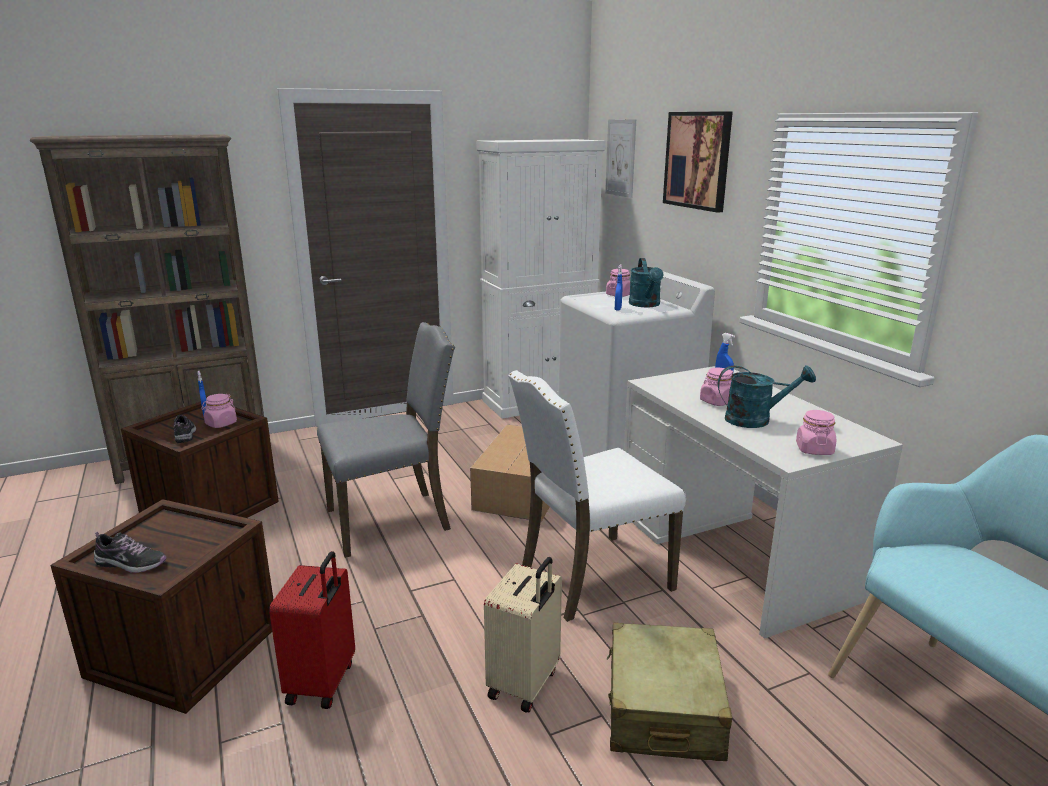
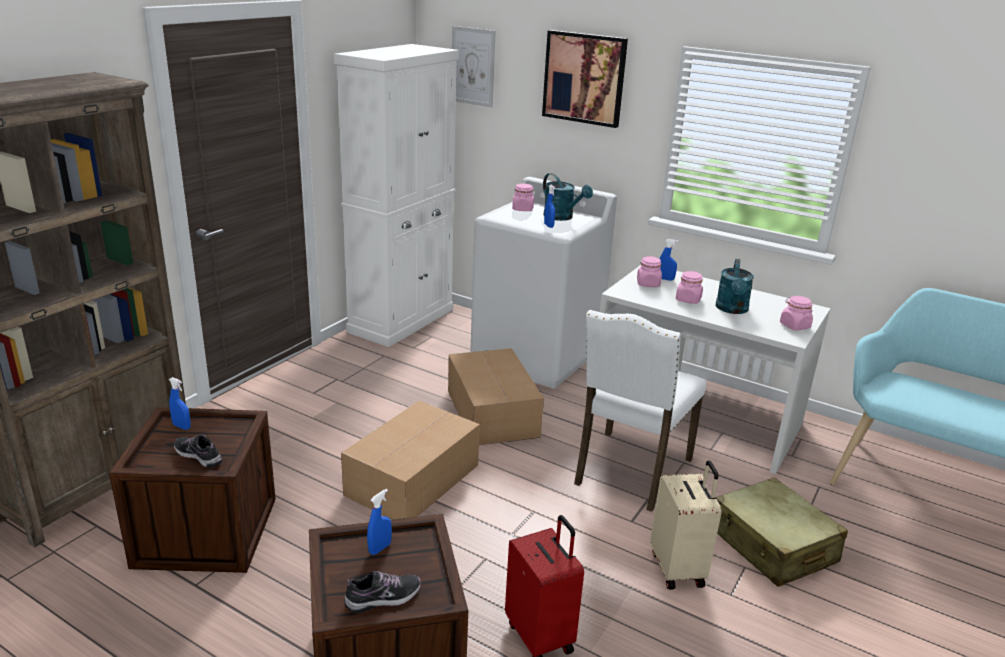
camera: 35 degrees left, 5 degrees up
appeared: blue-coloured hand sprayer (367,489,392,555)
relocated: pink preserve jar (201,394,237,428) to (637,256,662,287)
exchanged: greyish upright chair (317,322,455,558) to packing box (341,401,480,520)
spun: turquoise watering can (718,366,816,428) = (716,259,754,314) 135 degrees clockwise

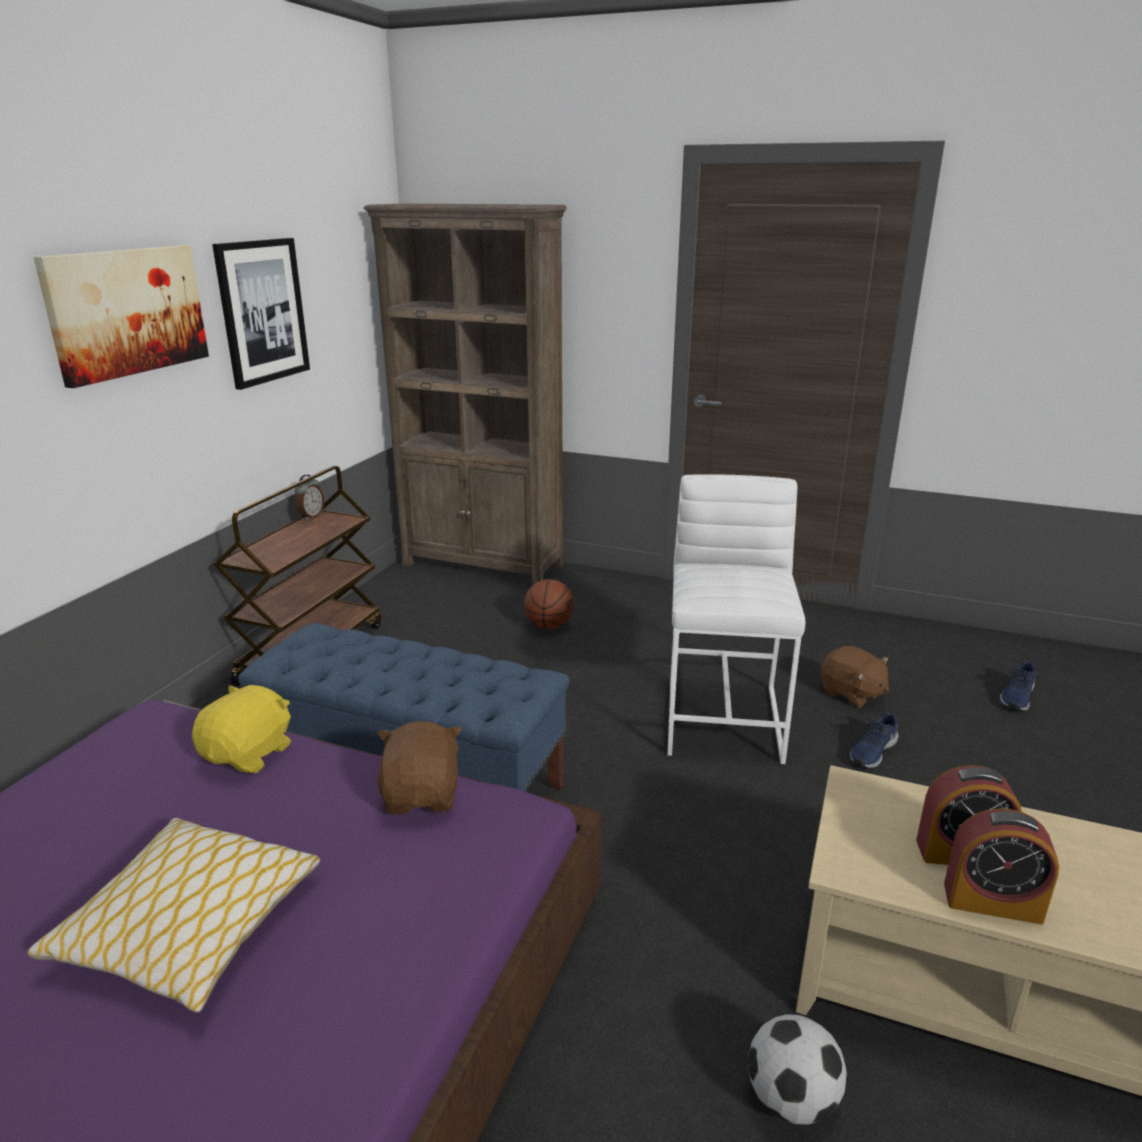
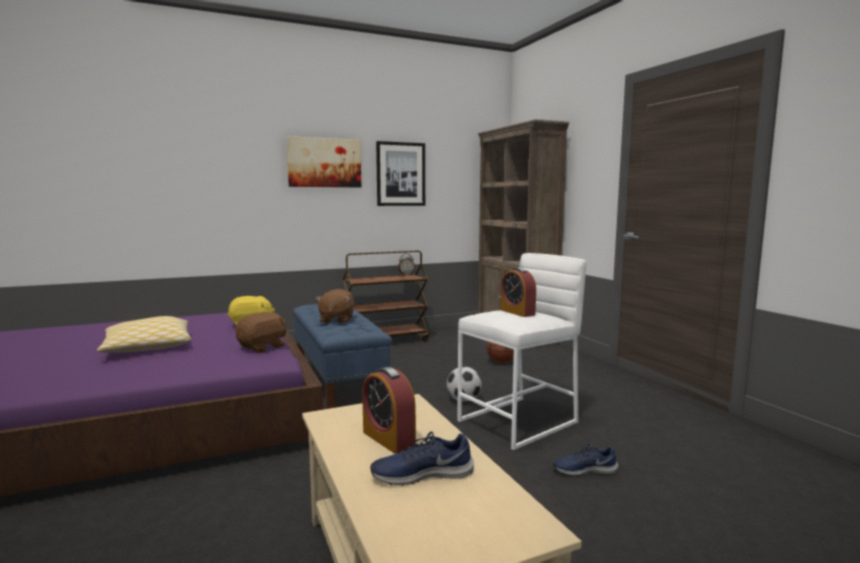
camera: 45 degrees right, 15 degrees down
relocated: football (748,1014,847,1125) to (447,367,482,402); brown-coloured soft toy (820,646,889,708) to (316,289,354,324); table clock (944,809,1059,925) to (501,268,536,317); blue-coloured item of footwear (1000,661,1036,711) to (370,432,474,486)

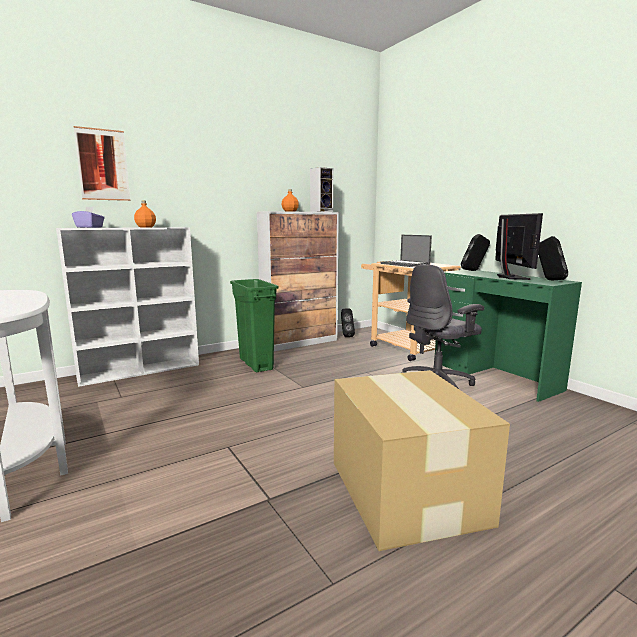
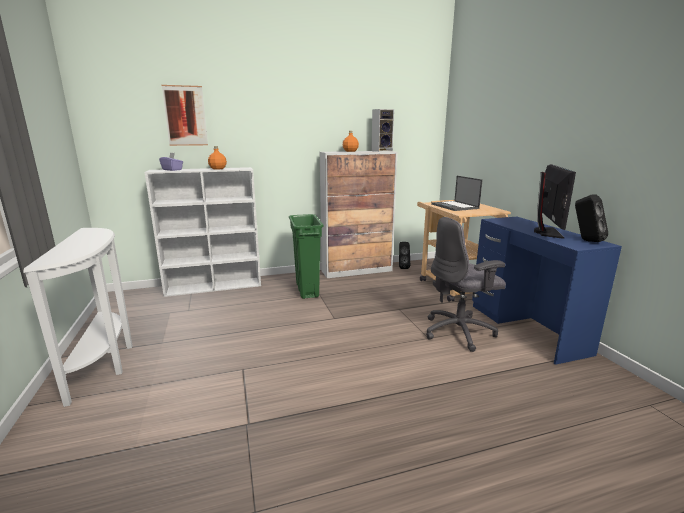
camera: 15 degrees right, 5 degrees up
missing: packing box (334,370,510,551); blackish audio speaker (461,234,490,271)
colour: greenish desk (435,270,582,402) to blue-coloured desk (472,217,622,365)

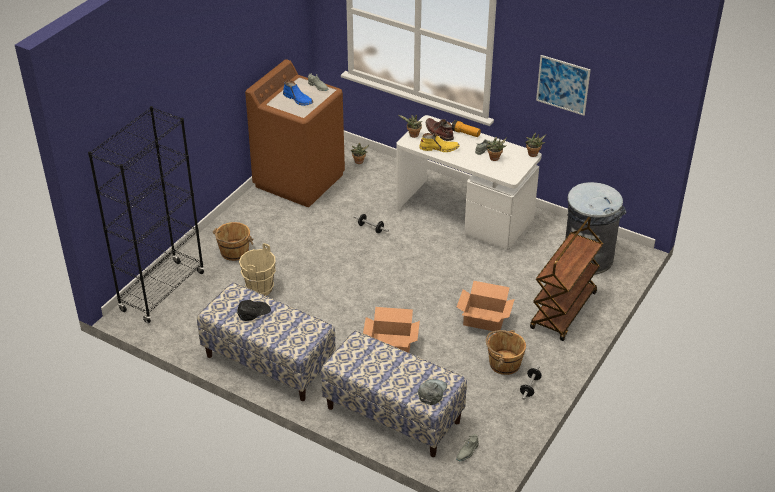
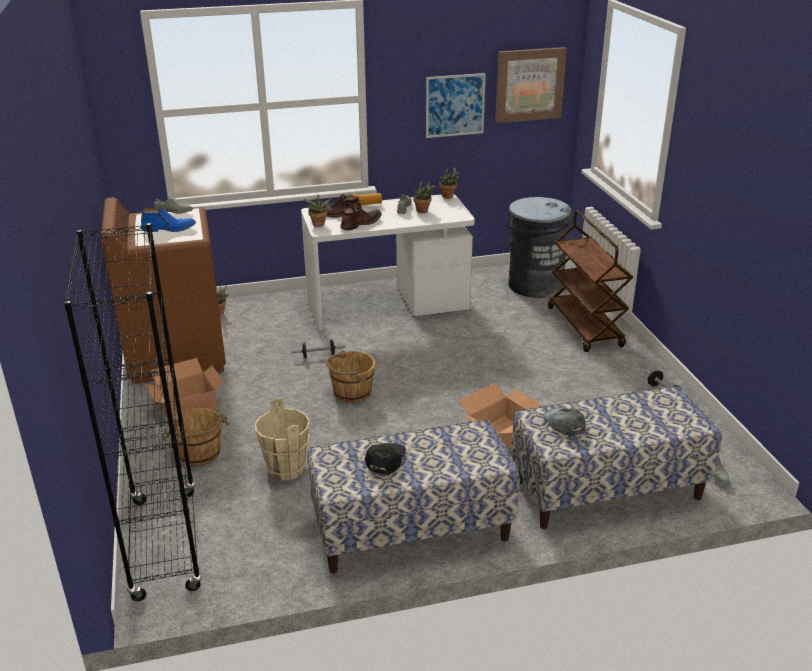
camera: 45 degrees left, 10 degrees down
appeared: picture (495,47,567,123)
relocated: greyish peaked cap (418,379,447,405) to (543,407,586,436); packing box (457,281,515,331) to (145,358,224,419); brown-coloured pail (486,330,526,375) to (325,351,375,402)
colour: yellowish high-top boot (419,133,459,152) to brown-coloured high-top boot (340,205,382,230)

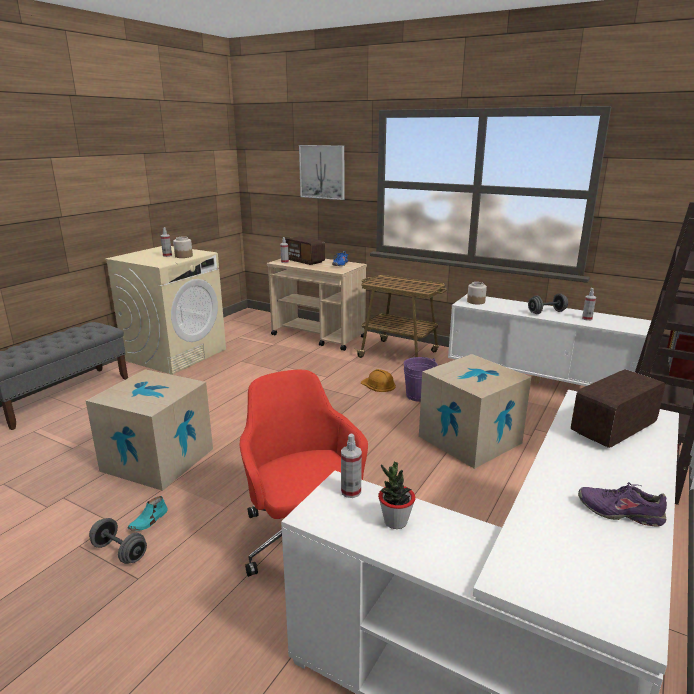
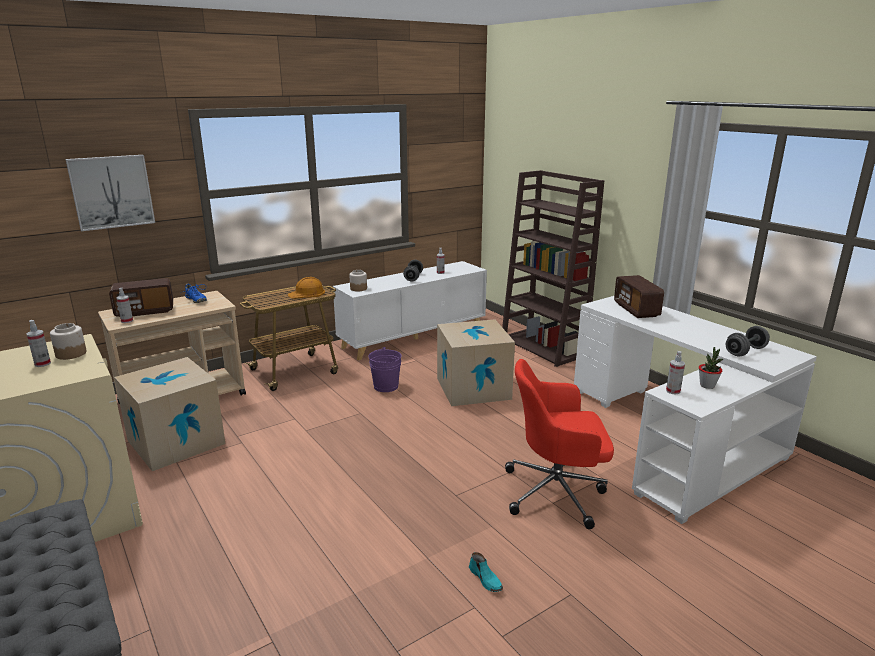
camera: 65 degrees left, 0 degrees up
missing: purple item of footwear (578,482,667,527)
relocated: packing box (86,369,213,491) to (114,357,225,471); greyish hand weight (89,518,147,564) to (726,326,770,357); orange-coloured safety helmet (361,369,396,392) to (288,277,325,299)

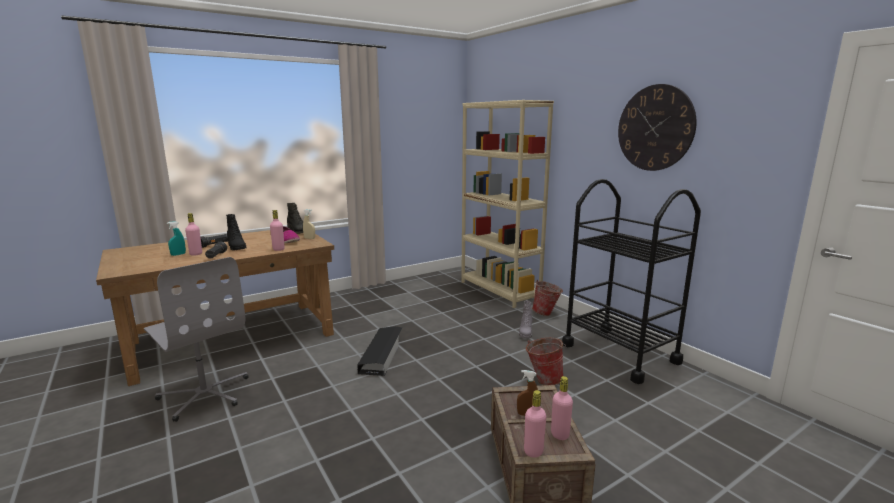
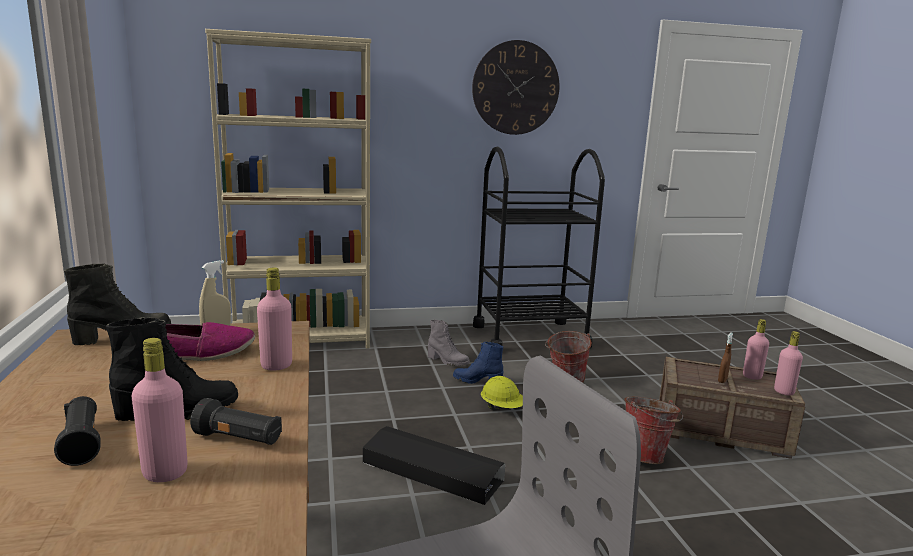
camera: 70 degrees left, 0 degrees up
missing: turquoise hand sprayer (167,221,186,256)
appeared: blue-coloured high-top boot (453,342,504,384); yellowish safety helmet (481,376,523,410)
relocated: pail (532,280,563,316) to (624,397,683,464)

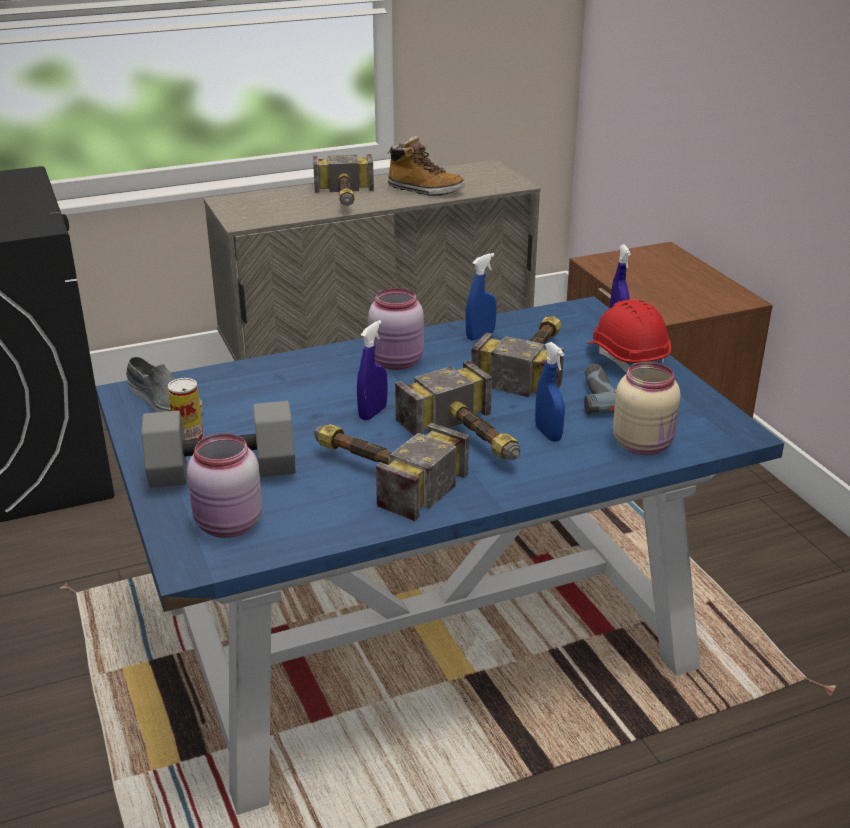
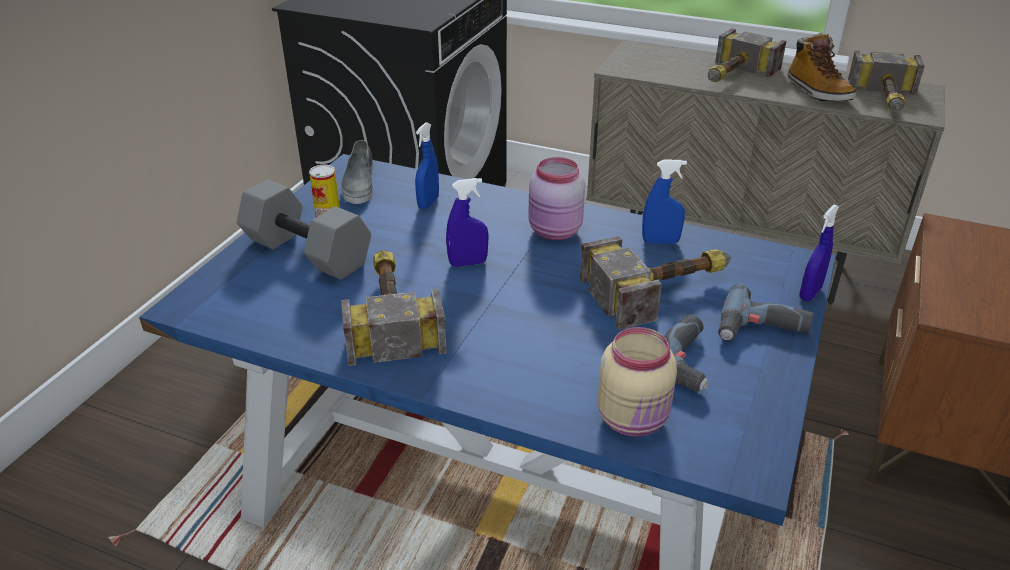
camera: 45 degrees right, 5 degrees up
missing: pink preserve jar (187,433,262,538)
relocated: hammer (395,361,520,460) to (848,50,925,112); blue-coloured hand sprayer (535,342,565,442) to (415,122,439,209)
exchanged: reddish safety helmet (587,299,671,372) to drill (718,284,814,340)

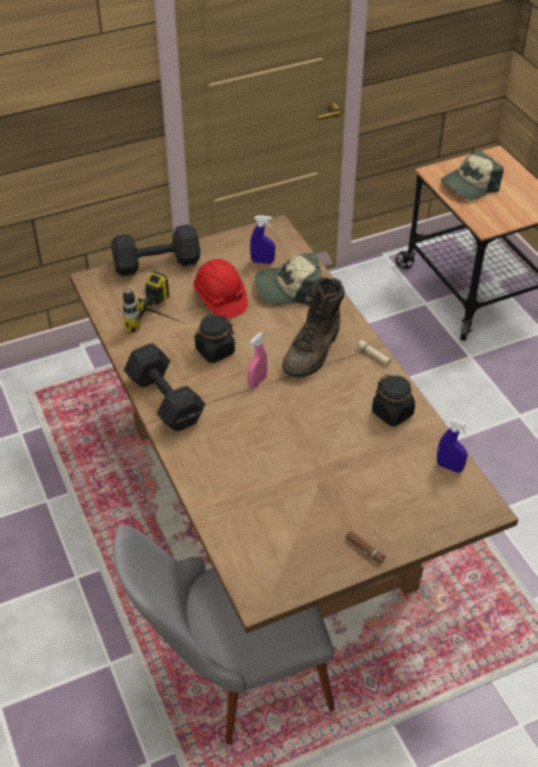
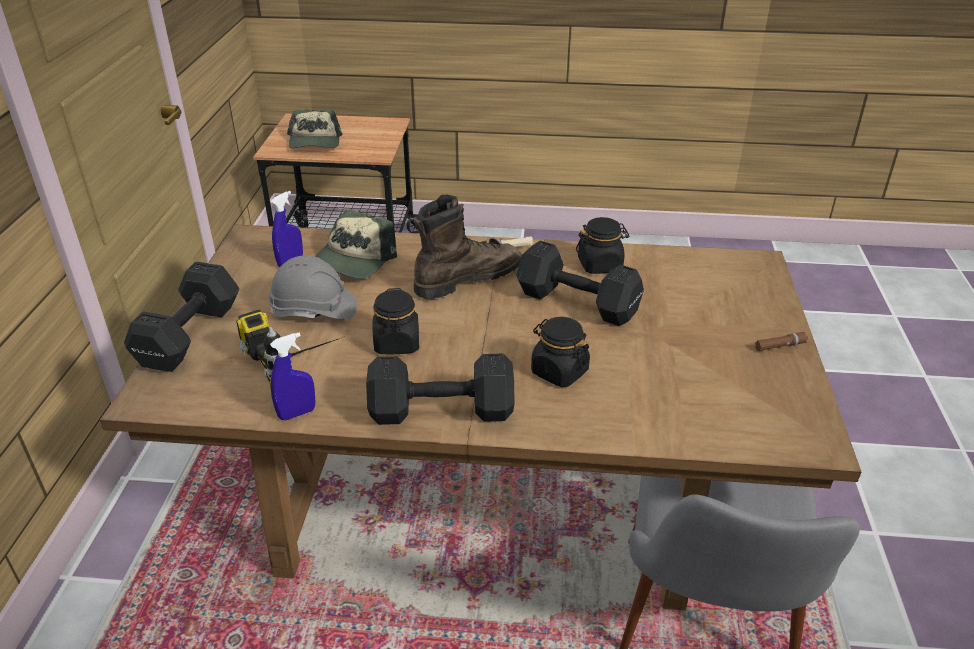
camera: 60 degrees left, 10 degrees down
missing: pink hand sprayer (247,332,267,388)
appeared: blackish hand weight (516,240,644,326); blackish preserve jar (531,317,590,387)
relocated: blue-coloured hand sprayer (437,419,470,473) to (270,332,316,420)
colour: reddish safety helmet (193,259,248,319) to greyish safety helmet (268,255,357,320)
spun: brown-coloured high-top boot (282,277,345,378) = (414,195,522,299) 90 degrees counterclockwise

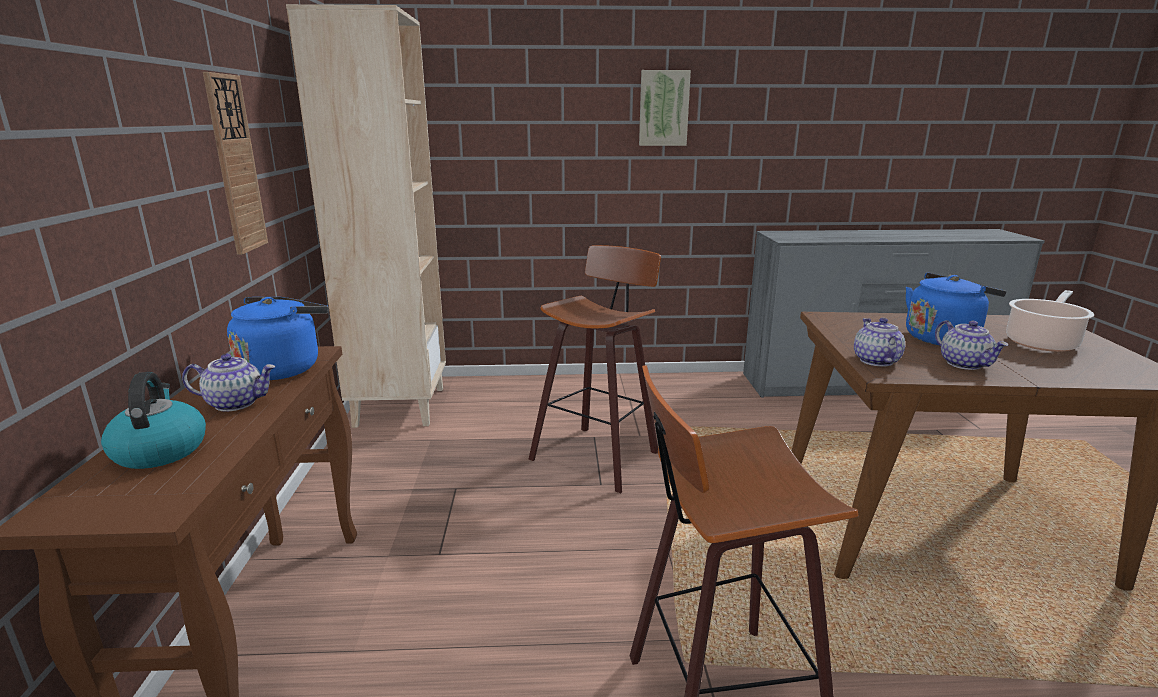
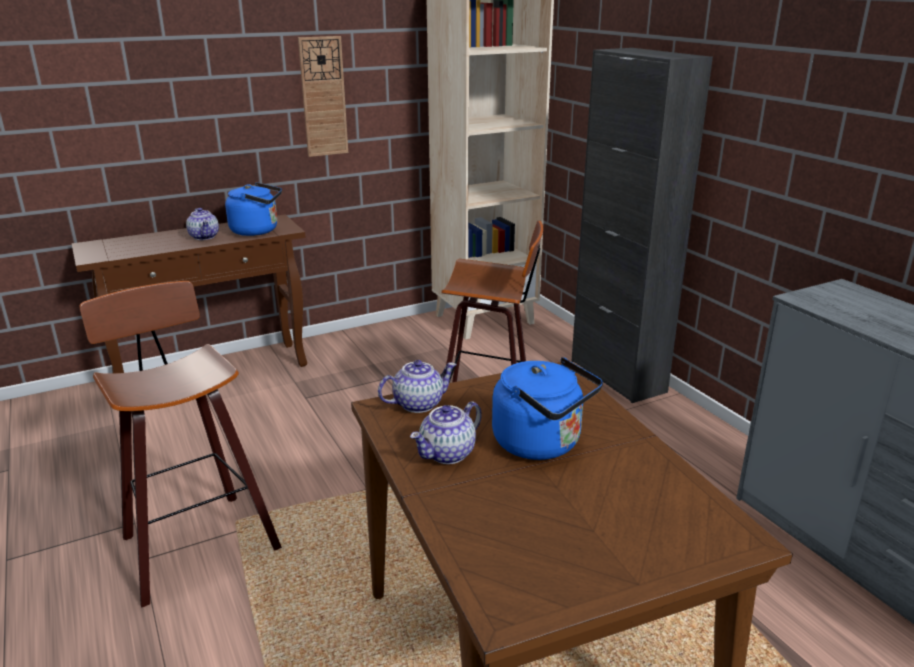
camera: 65 degrees right, 5 degrees up
missing: tea kettle (101,372,206,469); picture (639,70,691,146); saucepot (1006,290,1095,352)
appeared: blackish cabinet (572,48,713,403)

